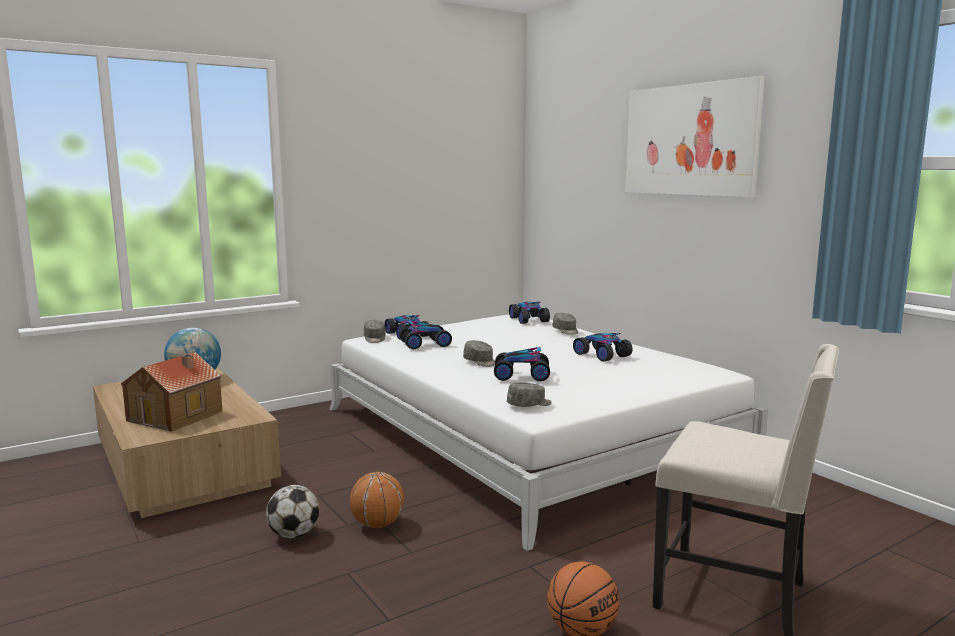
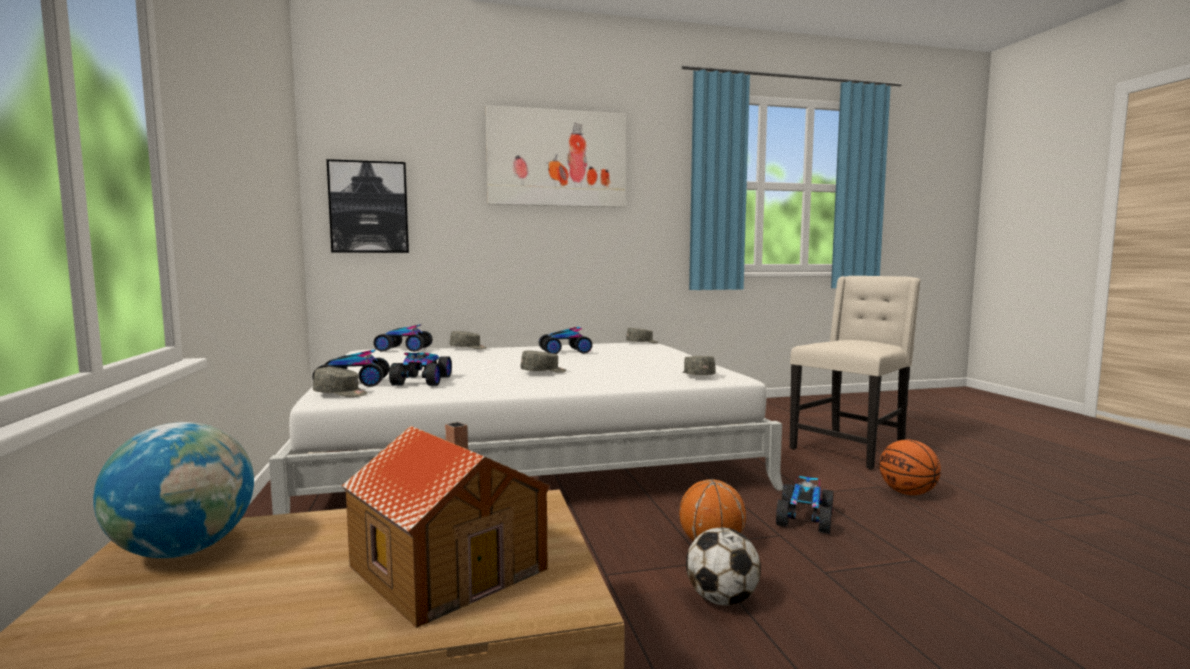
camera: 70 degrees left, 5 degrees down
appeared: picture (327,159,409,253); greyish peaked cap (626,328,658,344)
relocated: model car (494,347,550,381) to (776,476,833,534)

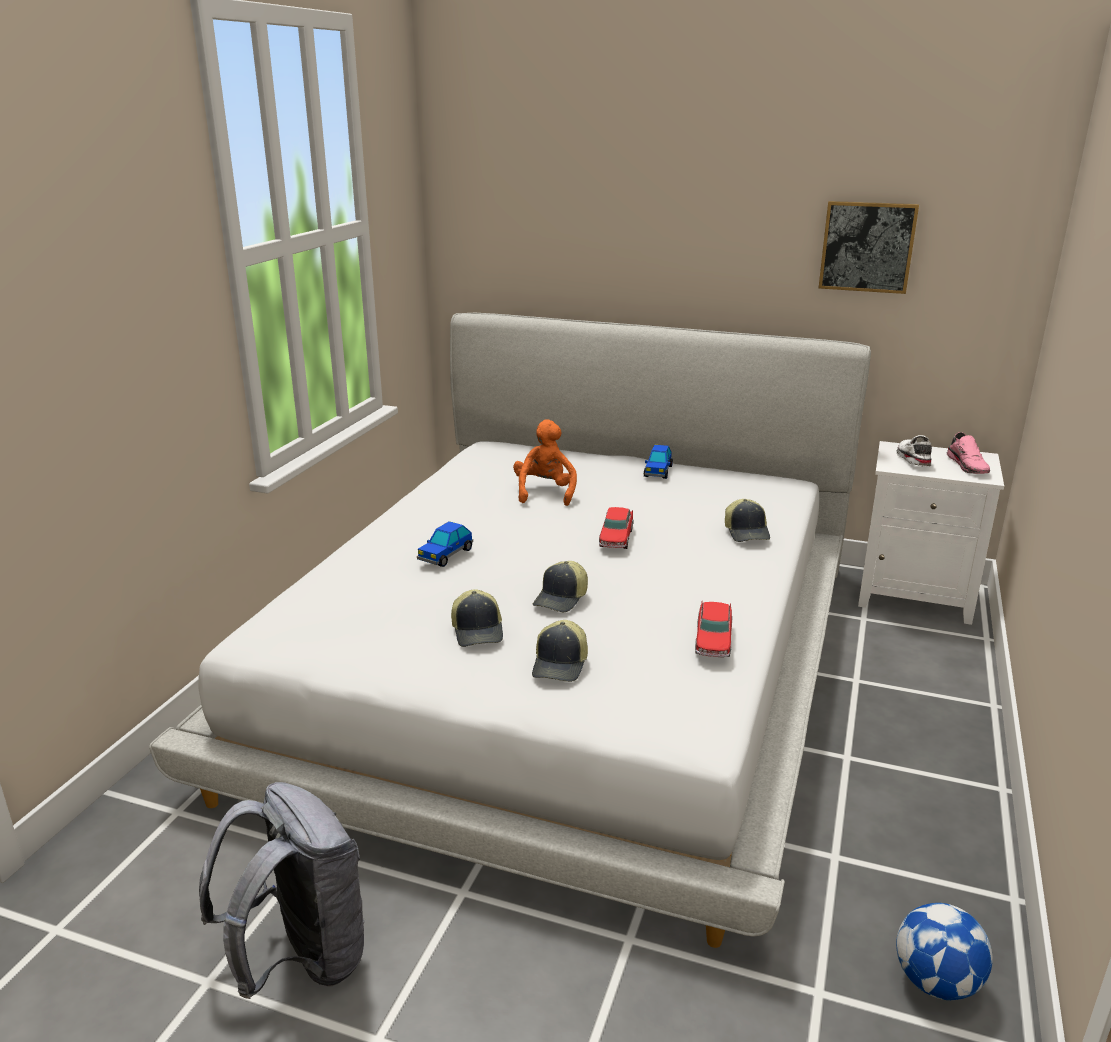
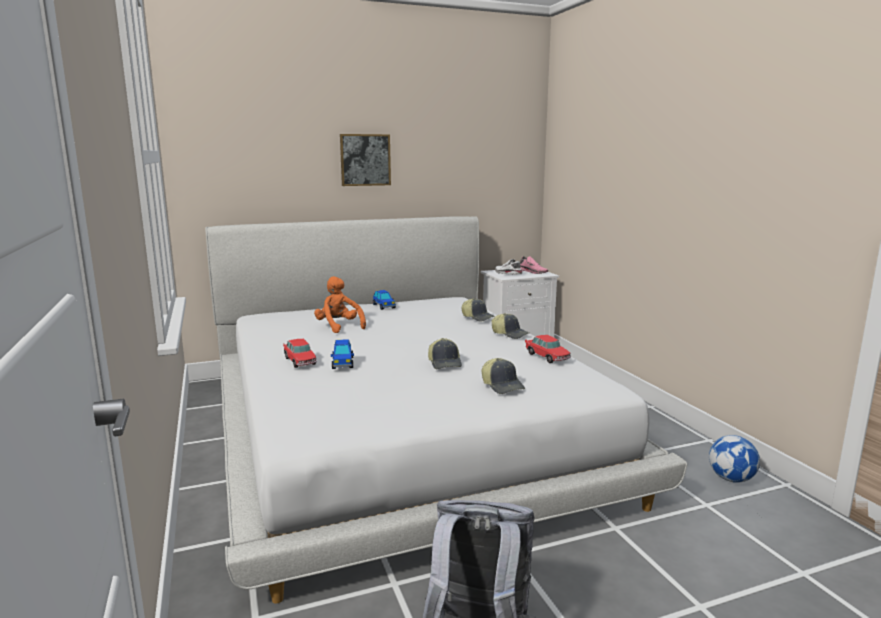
camera: 40 degrees left, 10 degrees down
relocated: peaked cap (451,590,503,647) to (491,313,529,339); model car (599,507,633,549) to (283,339,317,368); picture (819,201,919,294) to (340,134,391,186)

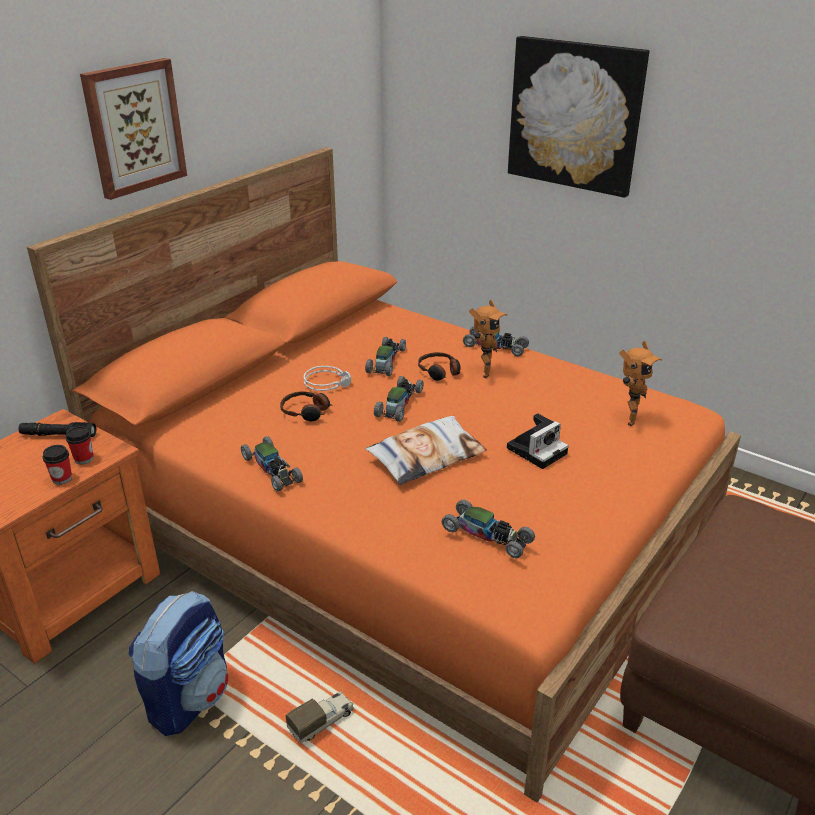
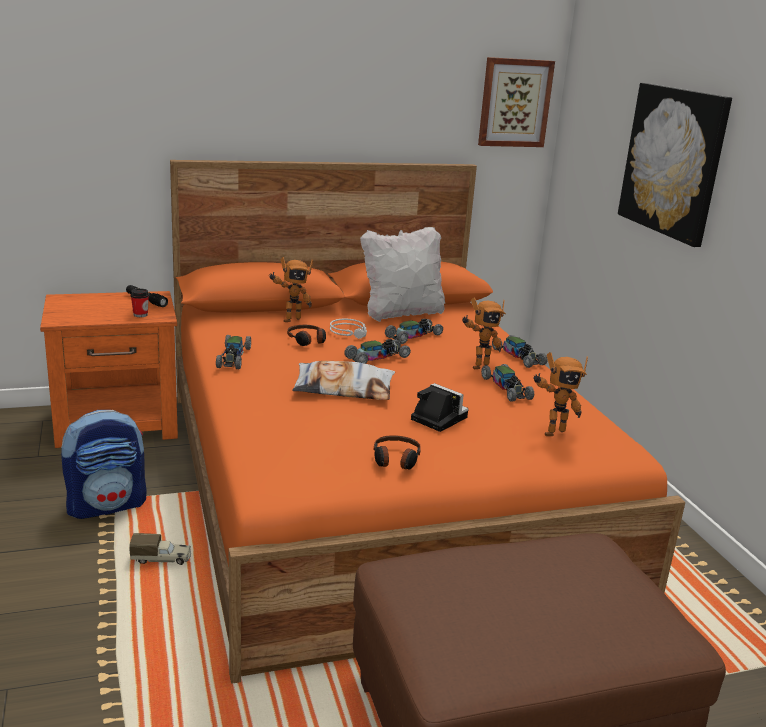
camera: 35 degrees right, 10 degrees down
missing: cup (43,445,72,485)
appeared: toy robot (269,257,313,322); white pillow (360,227,445,322)
relocated: picture (80,58,187,200) to (478,57,555,147); headphones (418,352,461,381) to (374,435,421,470); model car (442,500,535,558) to (481,364,534,402)
spun: photo camera (507,413,569,469) = (411,383,469,432) 135 degrees counterclockwise

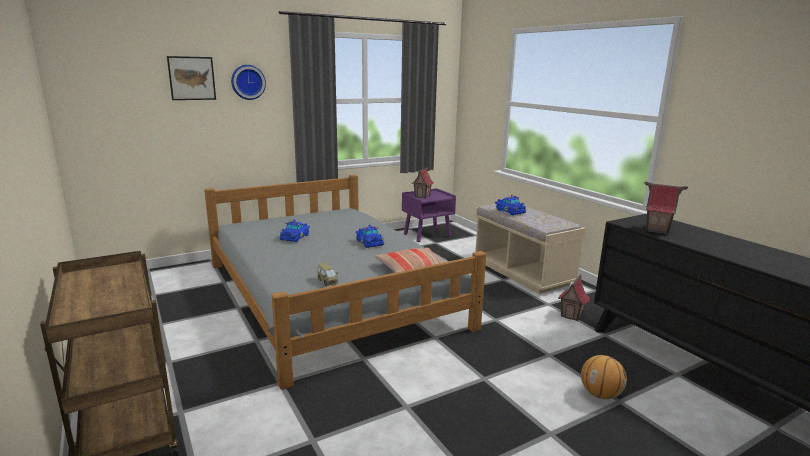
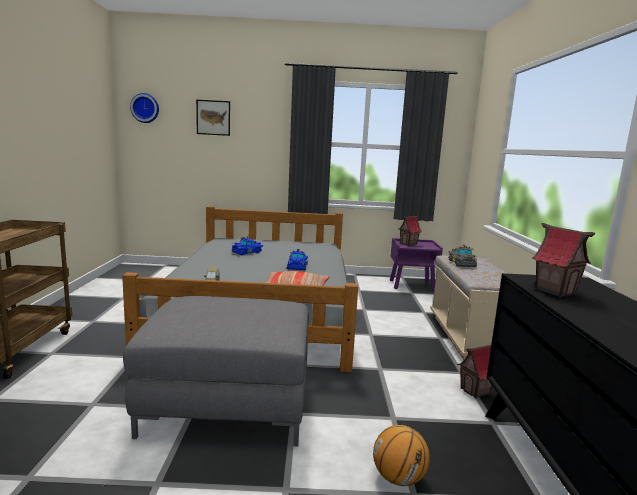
camera: 30 degrees right, 5 degrees down
appeared: greyish ottoman (123,296,309,447)
relocated: clock on the wall (231,65,266,100) to (130,93,159,123)
colour: blue-coloured model car (495,195,527,215) to greyish model car (449,245,477,267)

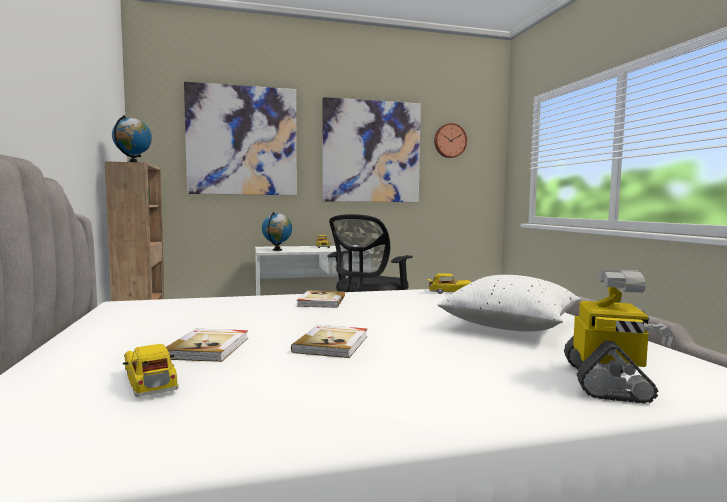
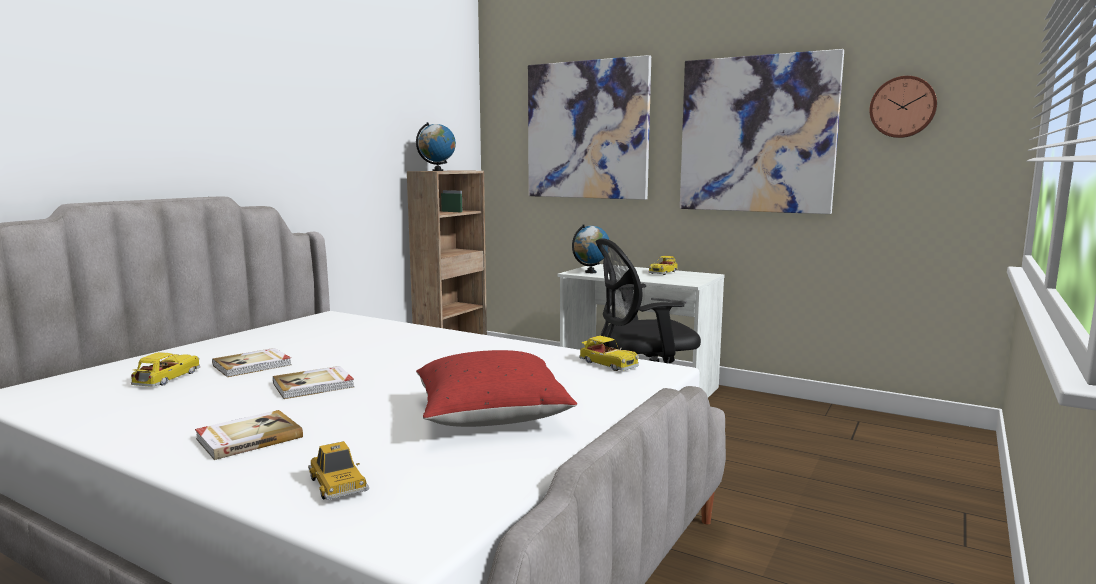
camera: 45 degrees right, 5 degrees up
relocated: bound book (297,291,345,308) to (195,410,303,460)
exchanged: toy robot (564,270,675,404) to model car (308,441,369,500)
colour: white pillow (438,275,580,332) to reddish pillow (416,350,577,427)

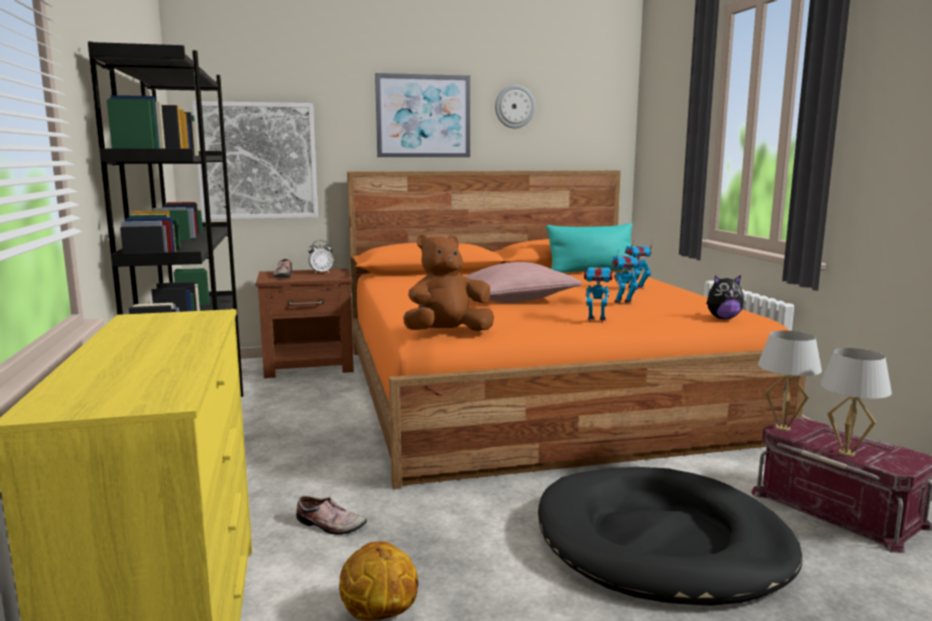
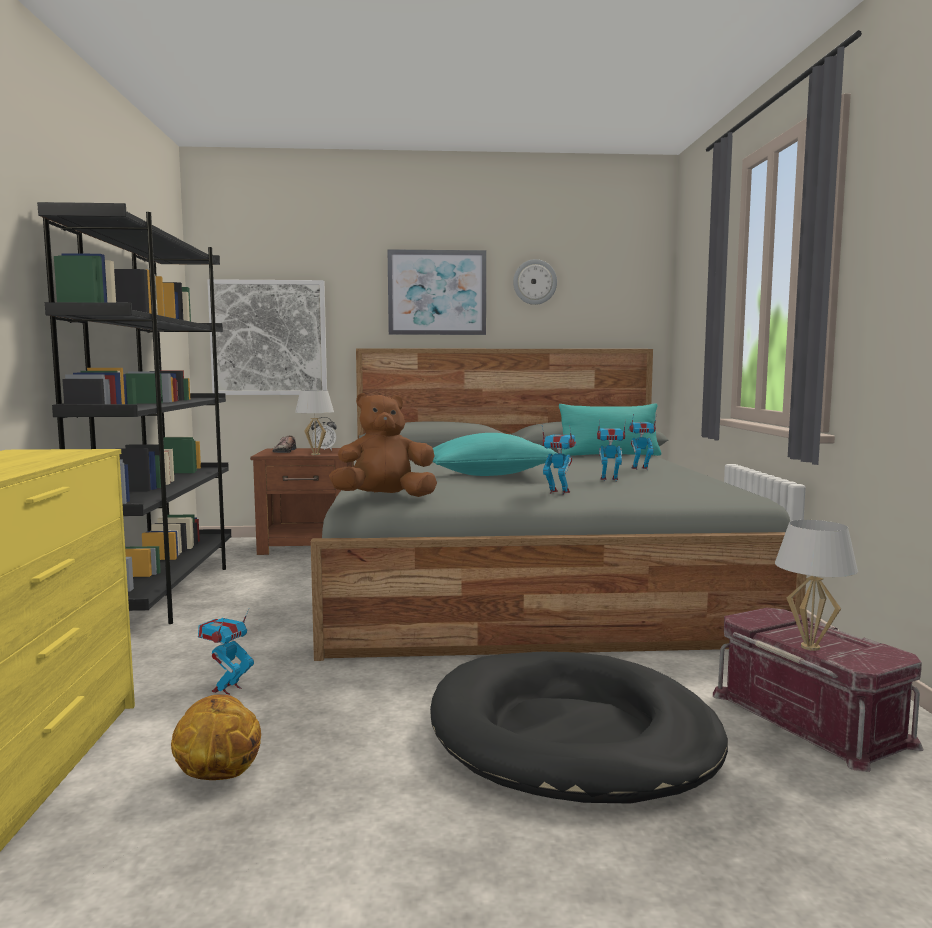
camera: 10 degrees right, 5 degrees down
missing: soft toy (706,275,744,319)
relocated: white table lamp (758,330,822,431) to (295,390,334,455)
exchanged: item of footwear (296,495,367,535) to toy robot (198,609,254,695)
colour: orange-coloured sleeping bed (347,170,806,489) to greyish sleeping bed (311,348,806,661); pink pillow (465,262,582,303) to turquoise pillow (433,433,556,476)

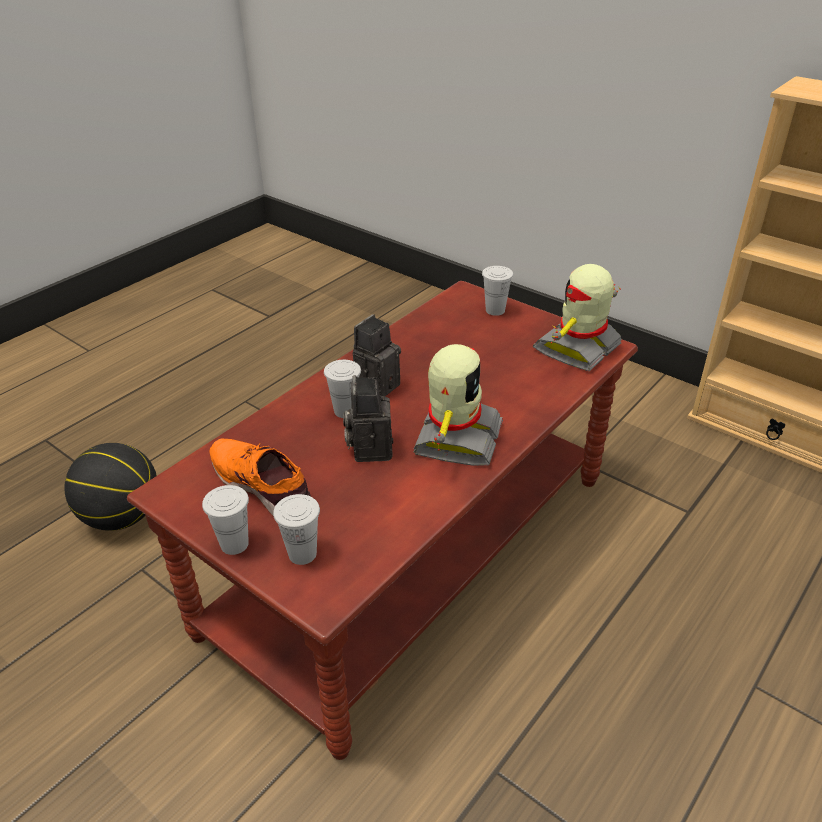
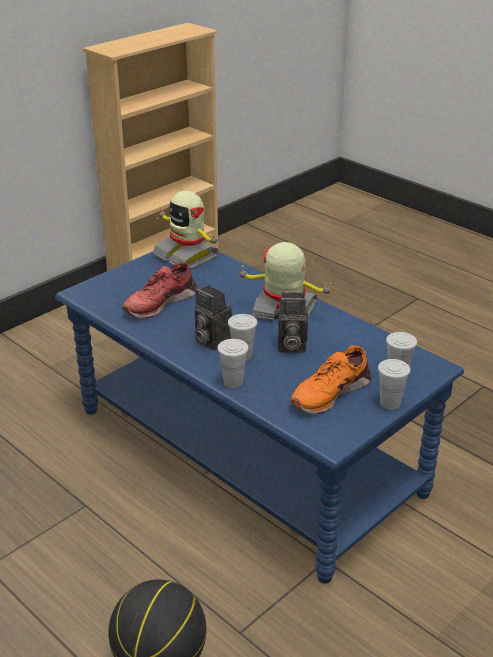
camera: 85 degrees left, 5 degrees down
appeared: reddish item of footwear (122,262,197,318)
relocated: white cup (482,266,513,316) to (217,339,249,388)
colour: brown-coloured coffee table (127,281,638,760) to blue-coloured coffee table (55,251,464,584)

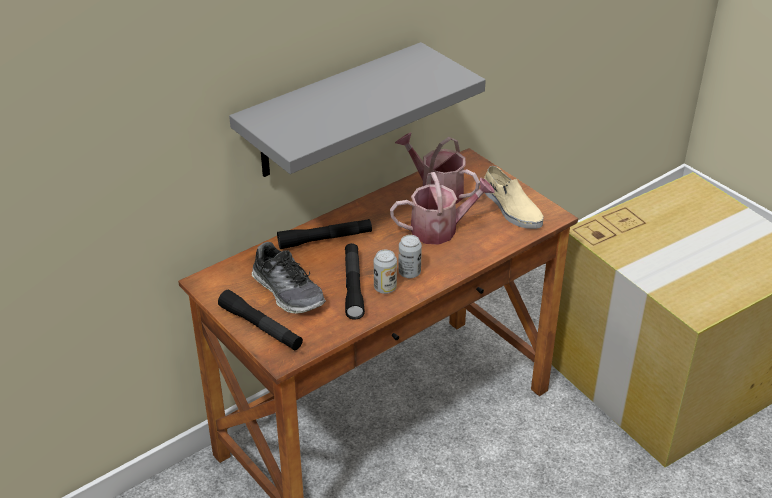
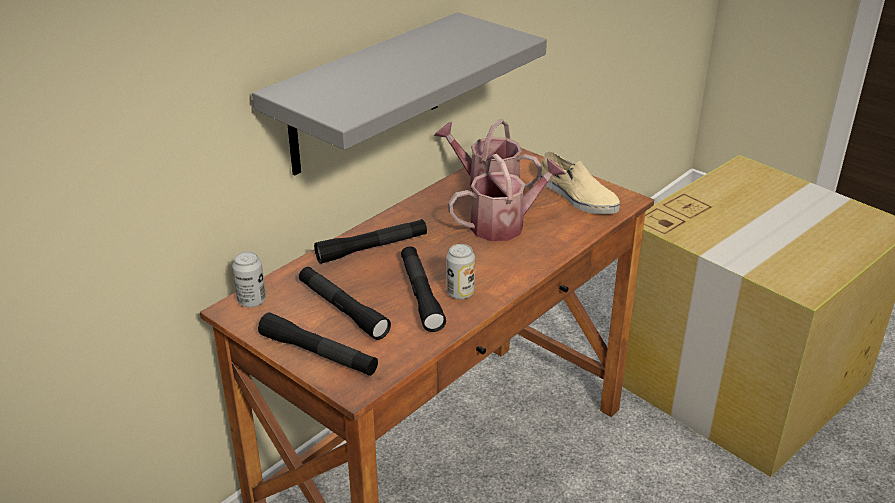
camera: 10 degrees left, 5 degrees down
relocated: metal can (398,235,422,278) to (232,251,266,308)
exchanged: item of footwear (252,242,326,313) to blackish hand torch (299,267,391,340)

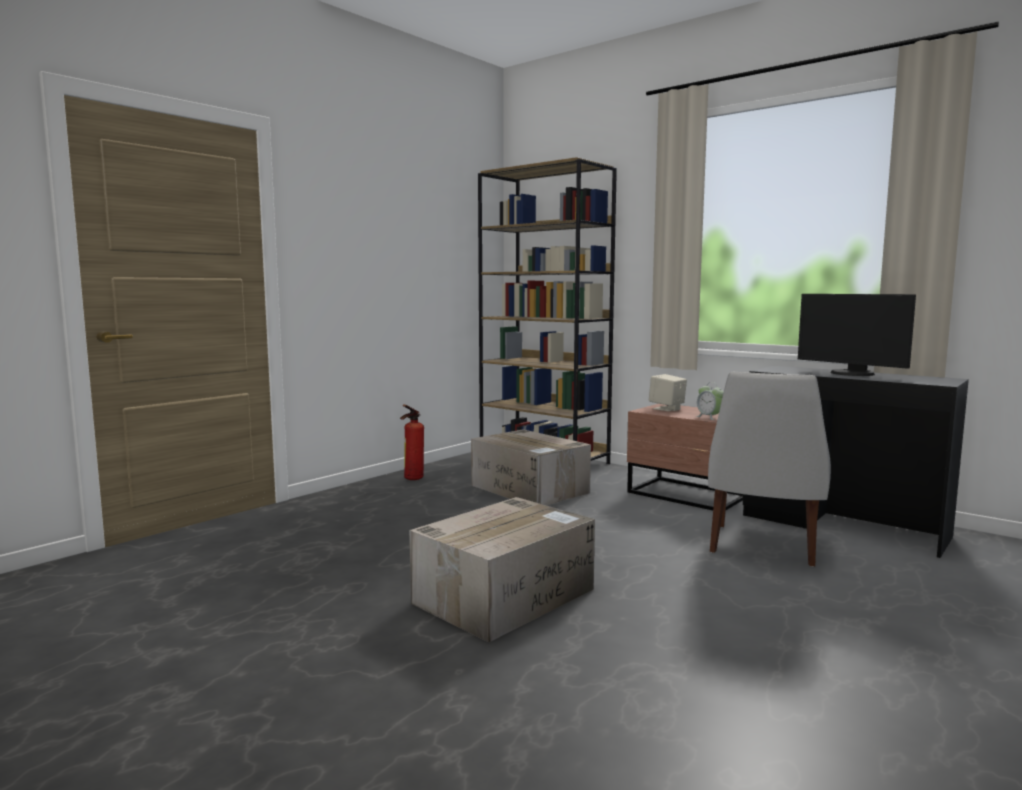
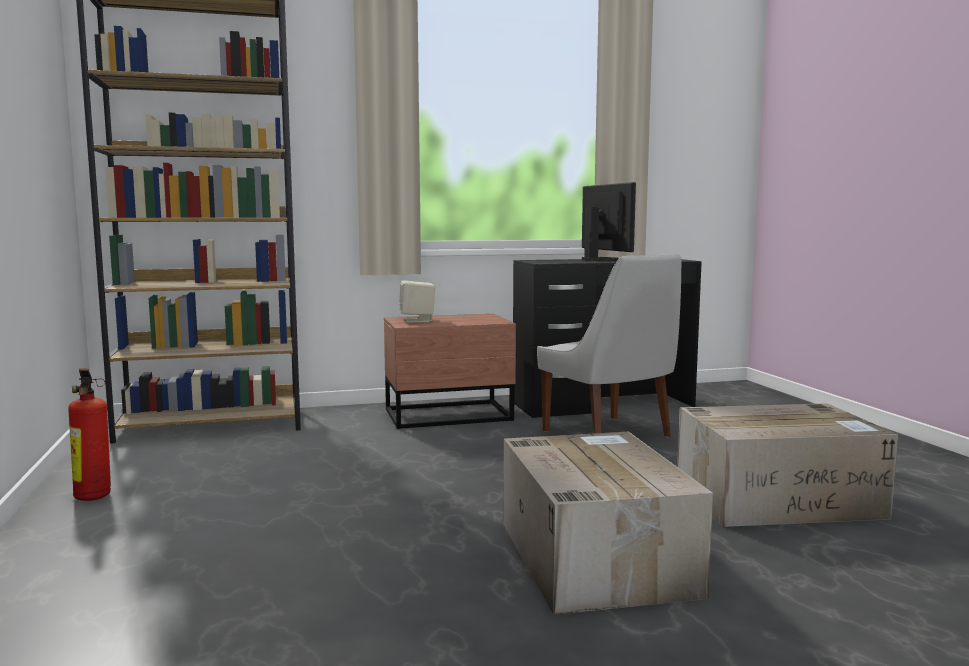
camera: 55 degrees left, 0 degrees up
missing: table clock (696,382,724,420)
relocated: packing box (471,429,591,505) to (677,403,898,527)
spun: computer display (798,294,916,376) = (582,182,636,261) 105 degrees counterclockwise

